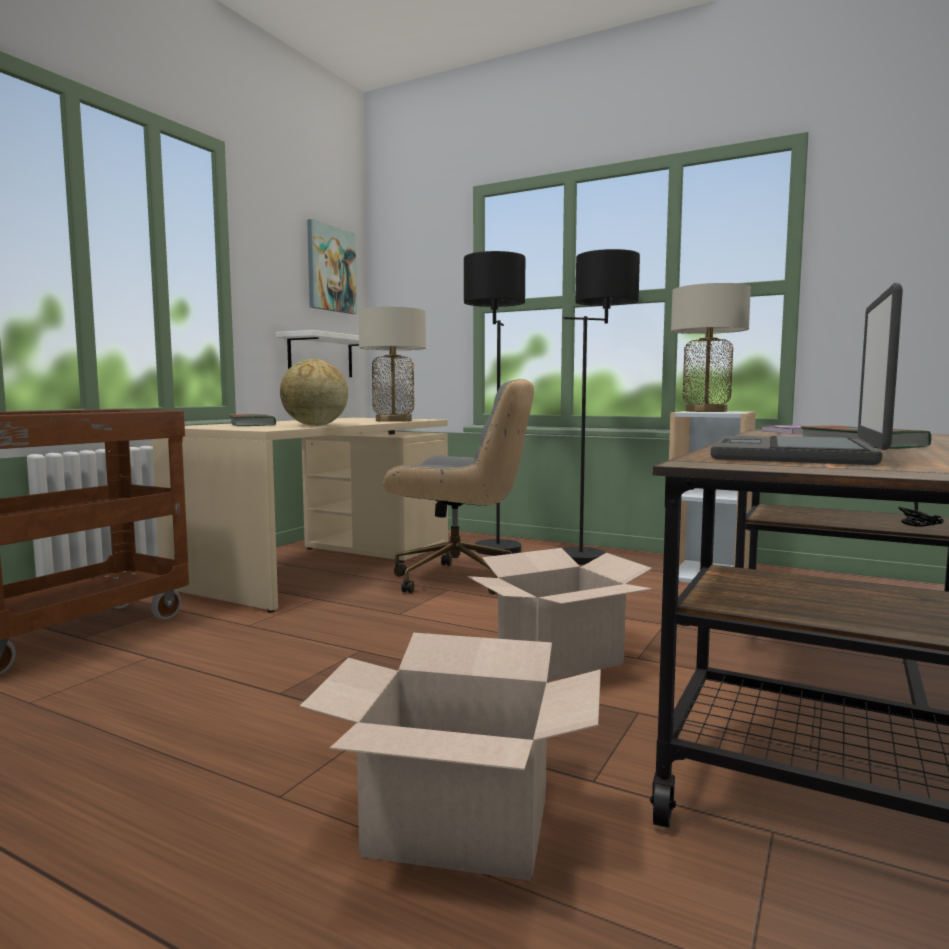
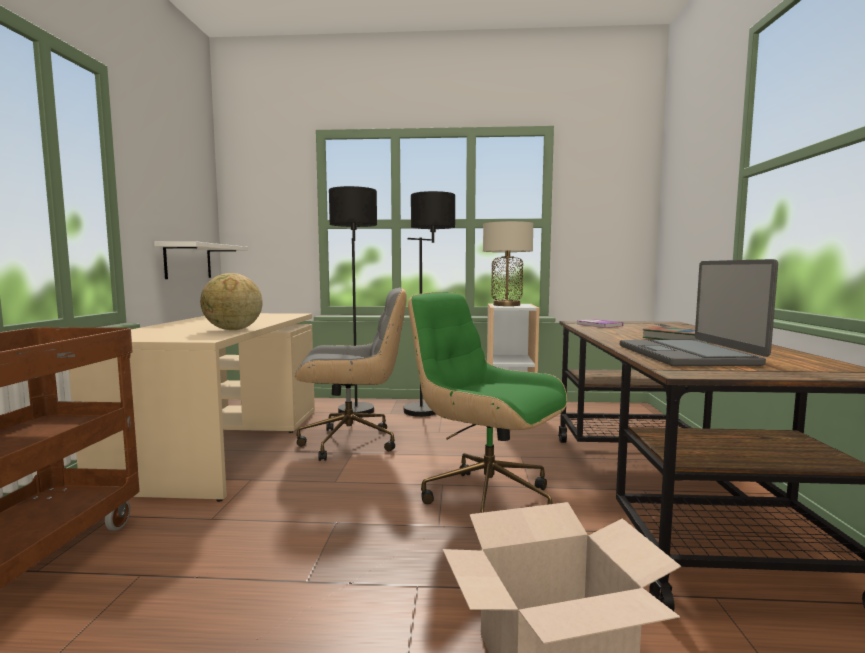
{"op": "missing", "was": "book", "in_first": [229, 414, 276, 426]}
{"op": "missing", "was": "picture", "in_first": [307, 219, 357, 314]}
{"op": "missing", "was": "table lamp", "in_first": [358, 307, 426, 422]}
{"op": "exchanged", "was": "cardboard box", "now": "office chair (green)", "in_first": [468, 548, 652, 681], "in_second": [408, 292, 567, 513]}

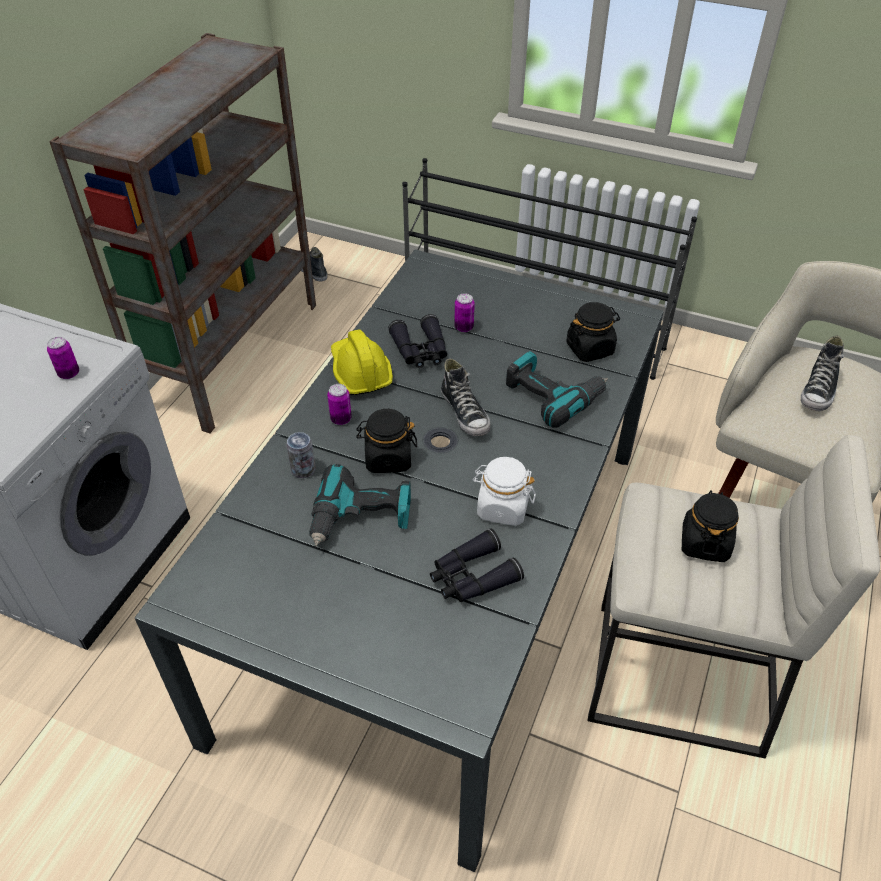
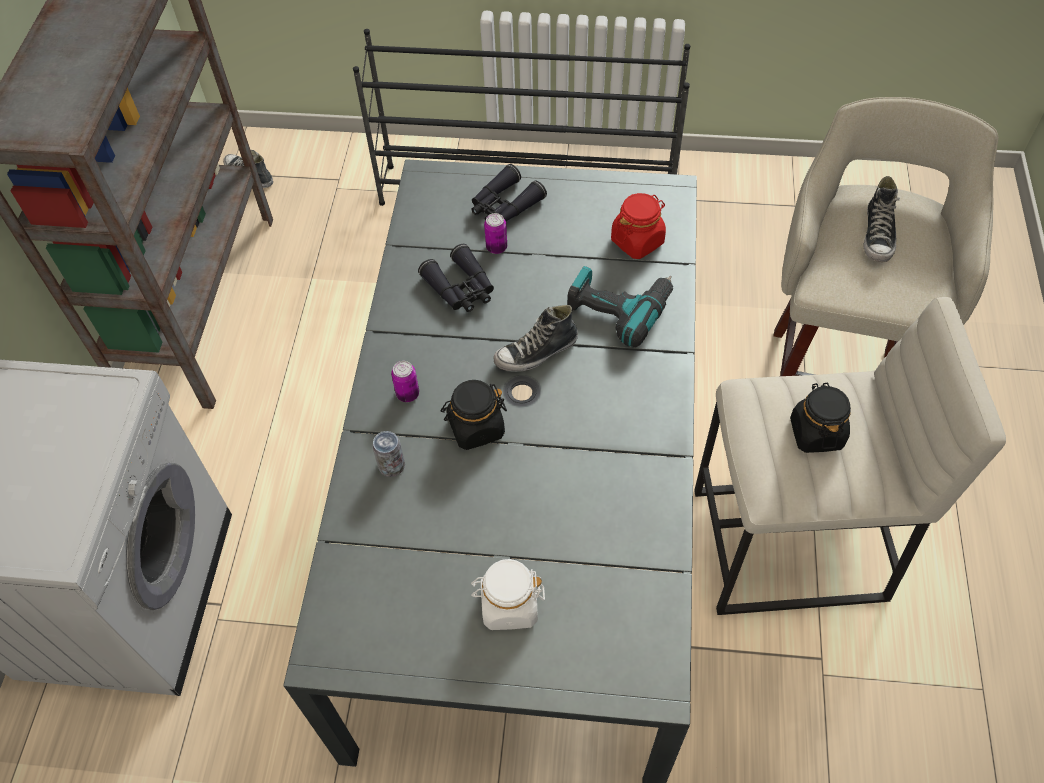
{"op": "missing", "was": "can", "in_first": [47, 337, 79, 379]}
{"op": "missing", "was": "power drill", "in_first": [309, 464, 411, 547]}
{"op": "missing", "was": "hard hat (yellow)", "in_first": [331, 329, 393, 395]}
{"op": "relocated", "was": "binoculars (black)", "in_first": [430, 528, 524, 602], "in_second": [471, 164, 547, 221]}
{"op": "relocated", "was": "jar (white)", "in_first": [472, 457, 536, 526], "in_second": [471, 559, 545, 630]}
{"op": "colour", "was": "jar (black)", "now": "jar (red)", "in_first": [566, 302, 620, 362], "in_second": [611, 193, 666, 259]}
{"op": "spun", "was": "shoe", "in_first": [441, 358, 490, 436], "in_second": [493, 305, 578, 372], "clockwise": 105}

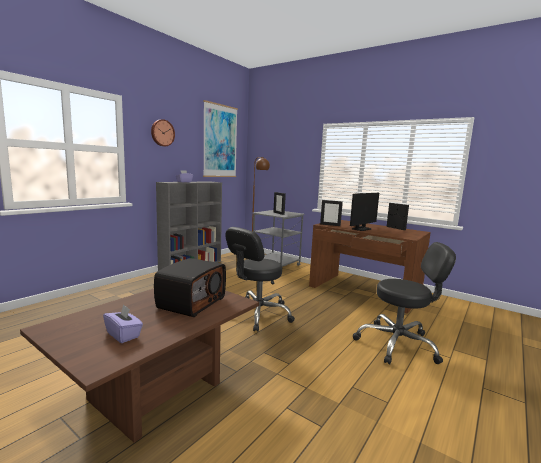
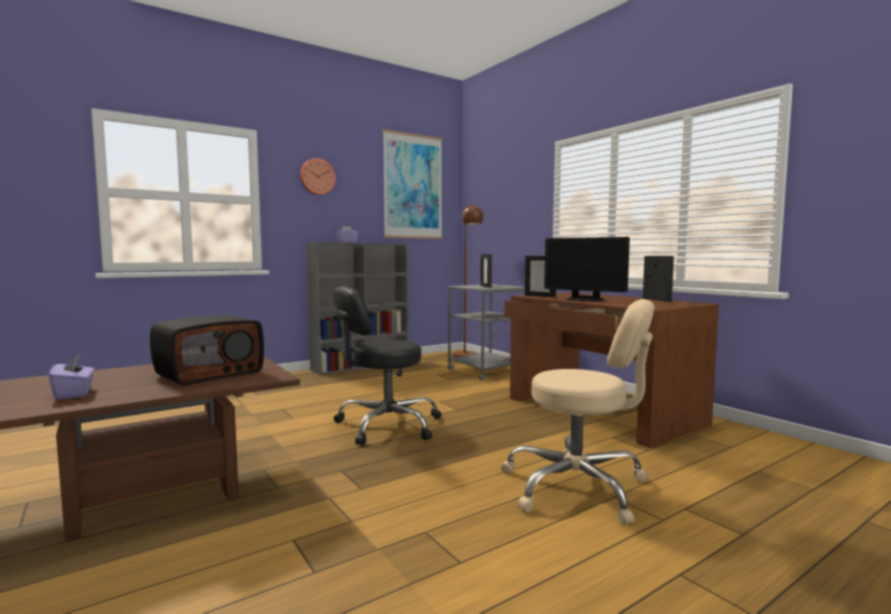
{"op": "colour", "was": "office chair (black)", "now": "office chair (beige)", "in_first": [353, 242, 456, 365], "in_second": [501, 299, 655, 525]}
{"op": "spun", "was": "monitor", "in_first": [350, 193, 379, 231], "in_second": [544, 237, 630, 302], "clockwise": 60}

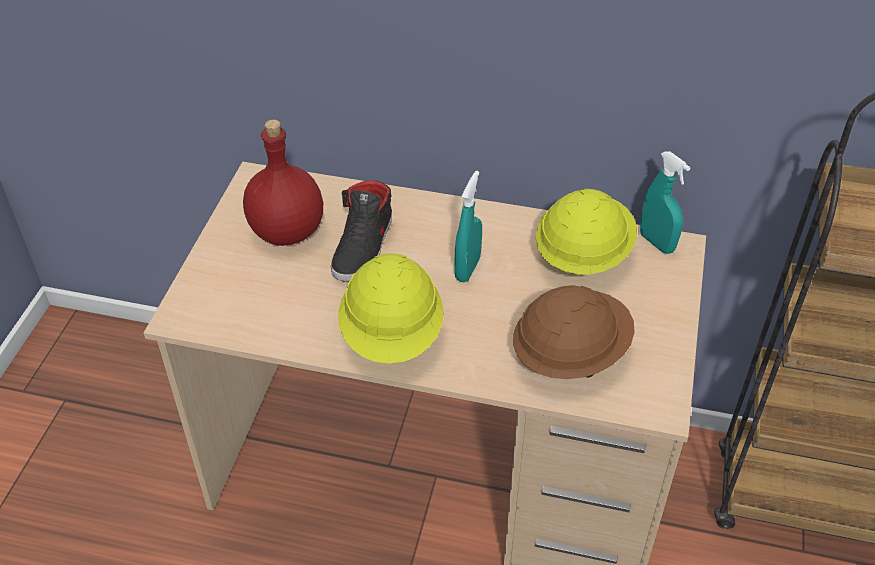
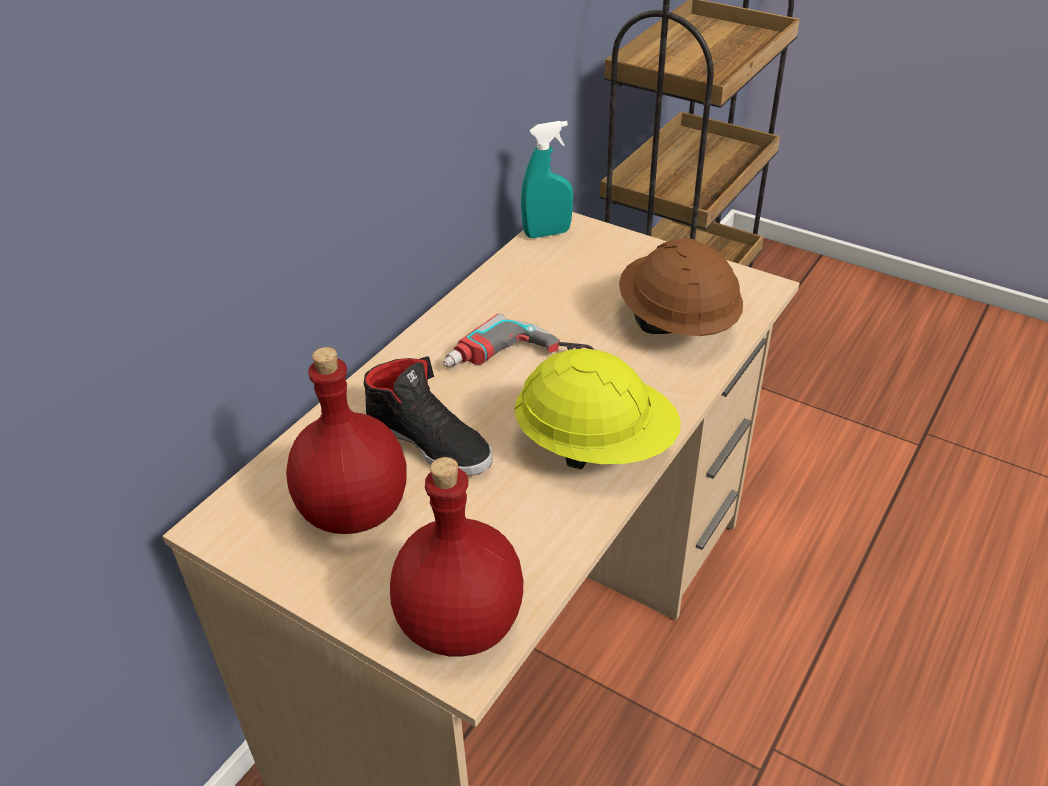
{"op": "missing", "was": "hard hat (yellow)", "in_first": [536, 189, 637, 274]}
{"op": "appeared", "now": "bottle (red)", "in_second": [390, 457, 523, 657]}
{"op": "exchanged", "was": "spray bottle (turquoise)", "now": "power drill", "in_first": [454, 171, 482, 282], "in_second": [443, 313, 595, 367]}

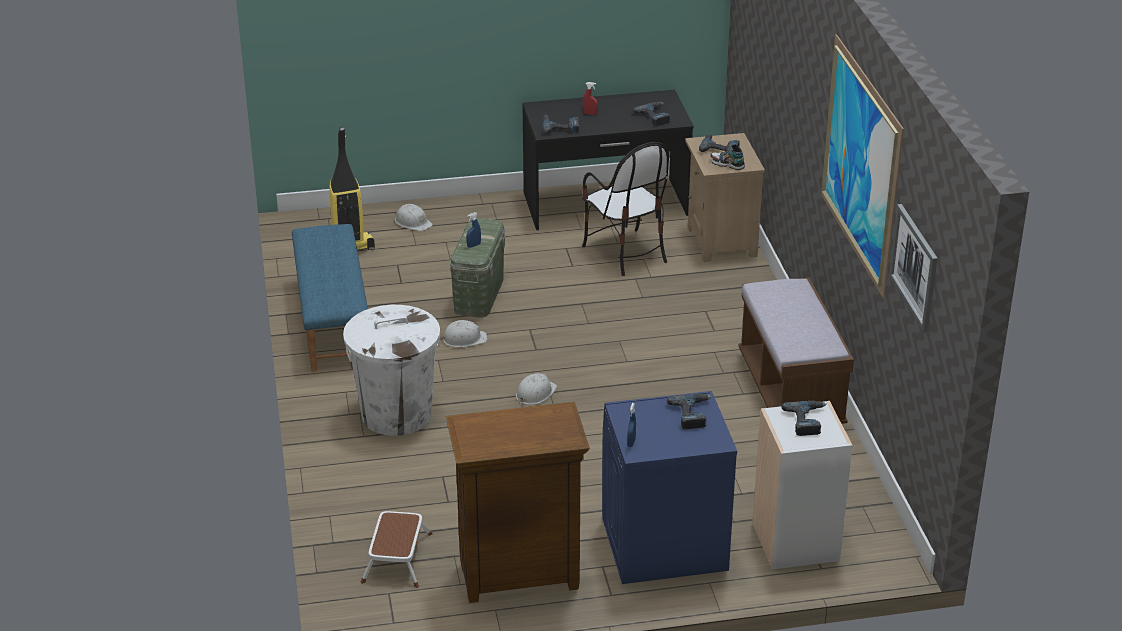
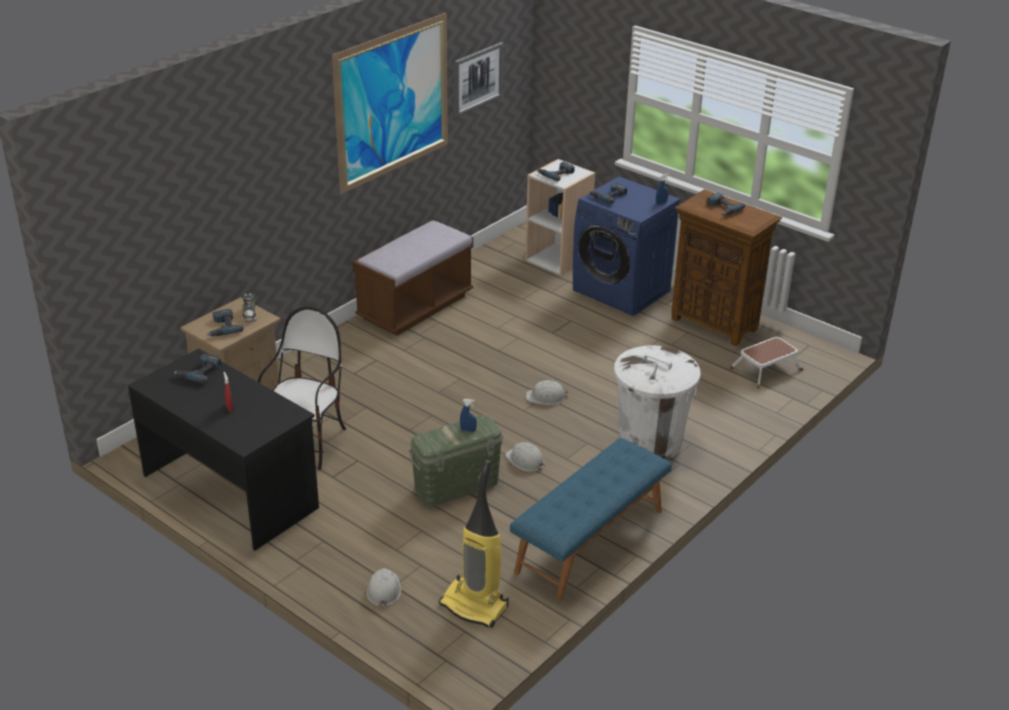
{"op": "relocated", "was": "power drill", "in_first": [542, 115, 579, 134], "in_second": [707, 193, 745, 216]}

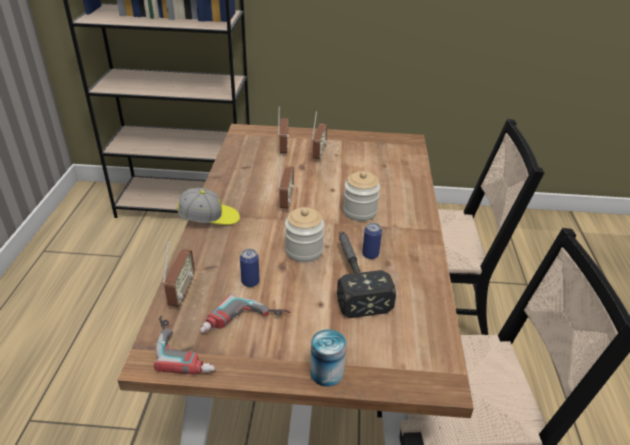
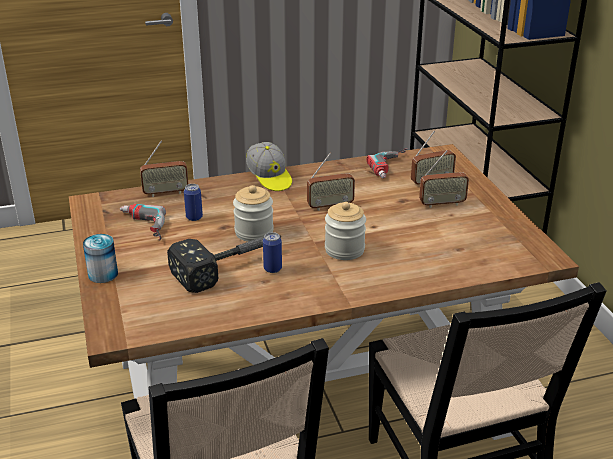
{"op": "relocated", "was": "power drill", "in_first": [154, 315, 216, 375], "in_second": [366, 148, 408, 178]}

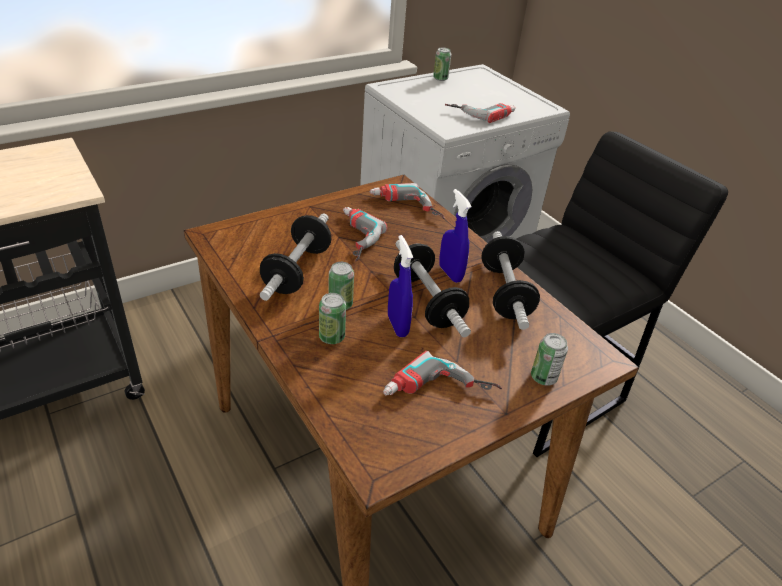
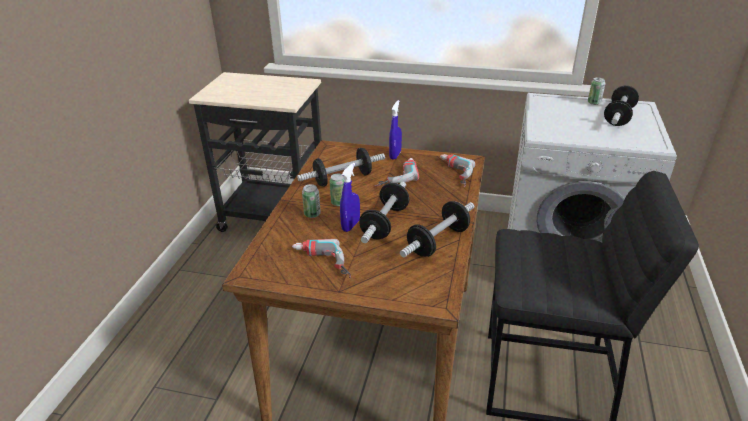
{"op": "missing", "was": "power drill", "in_first": [445, 103, 516, 123]}
{"op": "missing", "was": "can", "in_first": [531, 333, 568, 386]}
{"op": "appeared", "now": "dumbbell", "in_second": [604, 86, 639, 126]}
{"op": "relocated", "was": "spray bottle (blue)", "in_first": [439, 189, 472, 283], "in_second": [389, 100, 402, 160]}

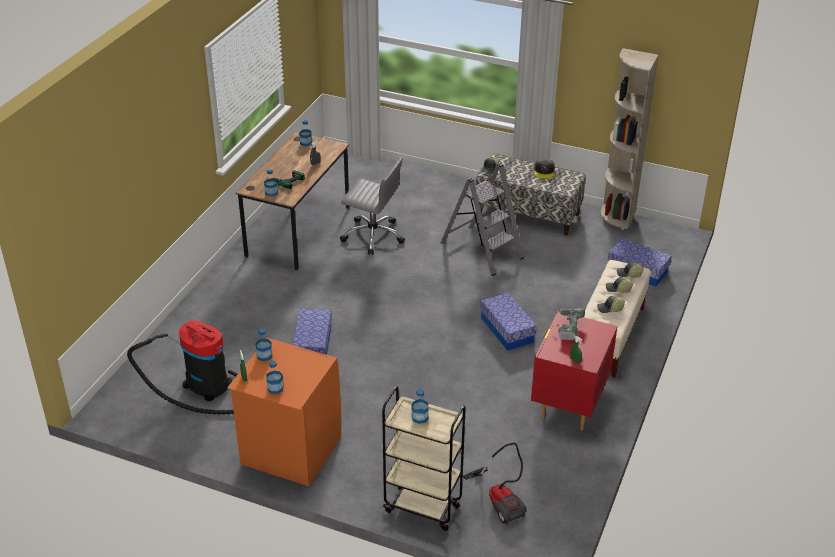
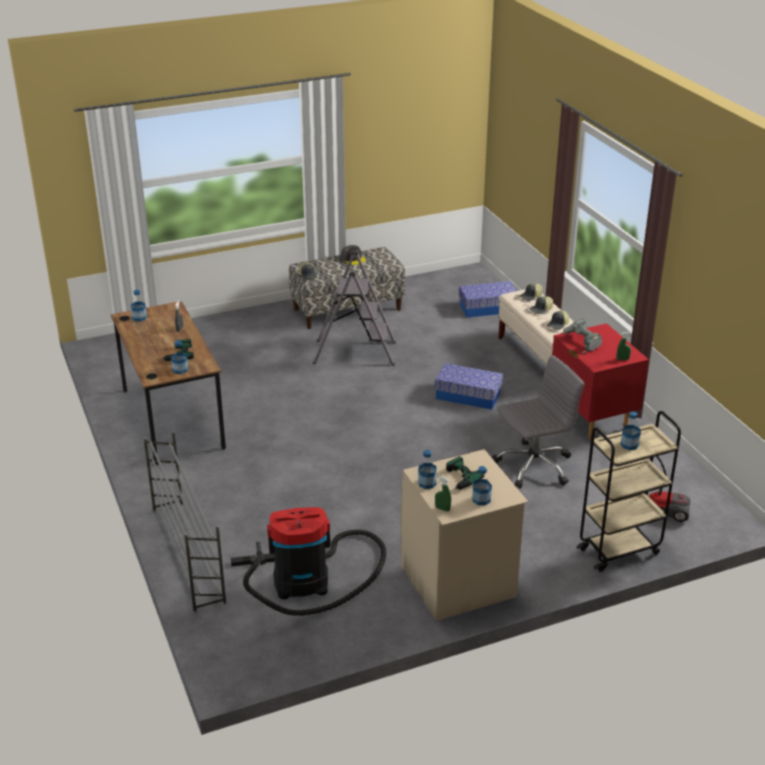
{"op": "missing", "was": "storage box", "in_first": [293, 308, 332, 355]}
{"op": "missing", "was": "bookcase (beige)", "in_first": [601, 48, 658, 230]}
{"op": "appeared", "now": "shoe rack (grey)", "in_second": [144, 431, 227, 613]}
{"op": "appeared", "now": "power drill", "in_second": [446, 456, 484, 491]}
{"op": "relocated", "was": "office chair (grey)", "in_first": [340, 157, 405, 255], "in_second": [492, 355, 584, 488]}
{"op": "colour", "was": "washing machine (orange)", "now": "washing machine (beige)", "in_first": [227, 338, 341, 486], "in_second": [401, 449, 528, 621]}

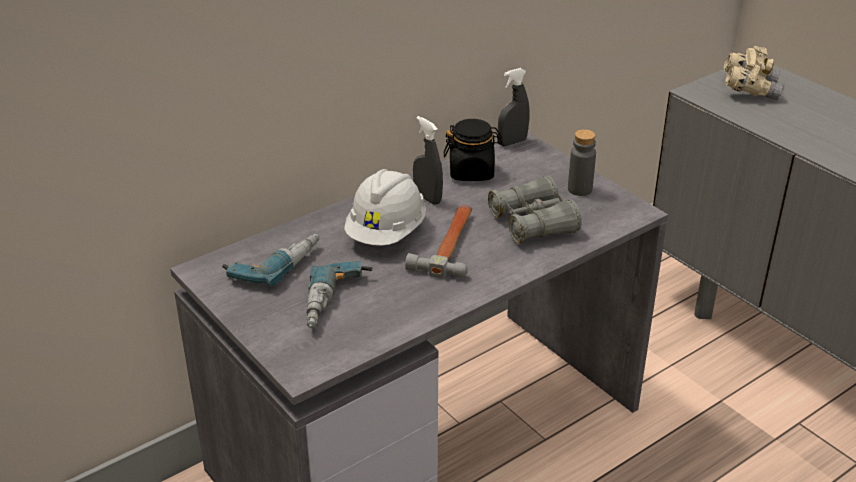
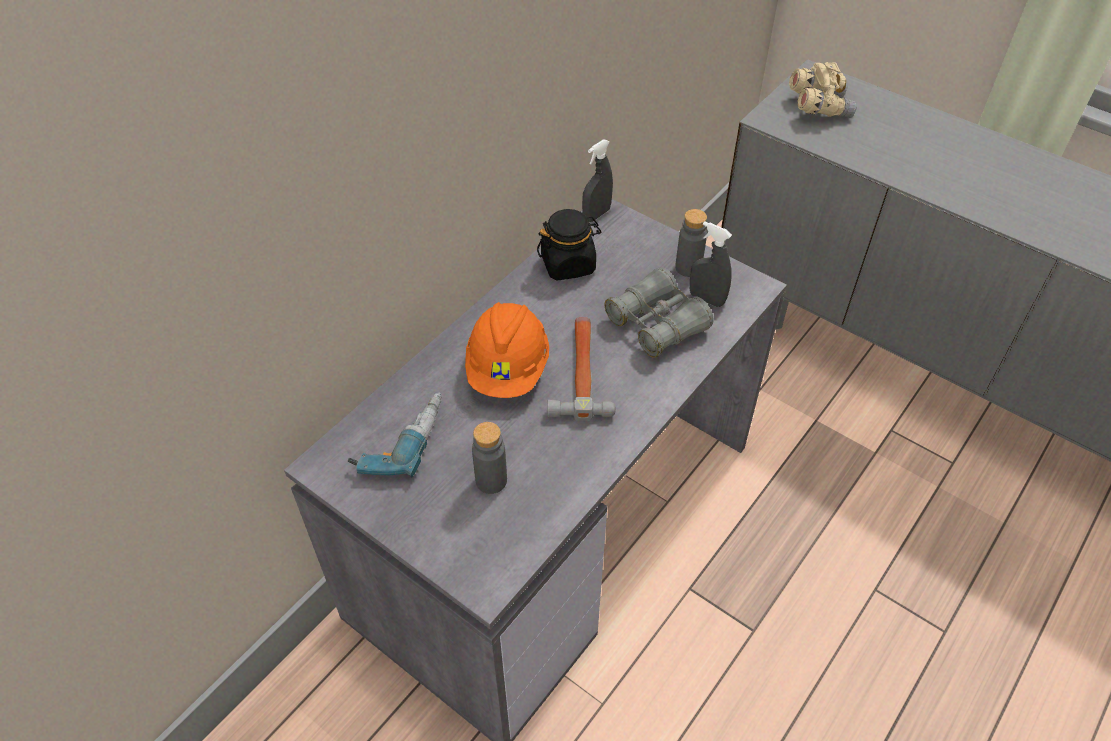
{"op": "relocated", "was": "spray bottle (grey)", "in_first": [413, 116, 443, 205], "in_second": [690, 221, 732, 307]}
{"op": "exchanged", "was": "power drill", "now": "bottle (grey)", "in_first": [306, 261, 372, 328], "in_second": [472, 422, 507, 494]}
{"op": "colour", "was": "hard hat (white)", "now": "hard hat (orange)", "in_first": [344, 169, 426, 246], "in_second": [465, 302, 549, 398]}

